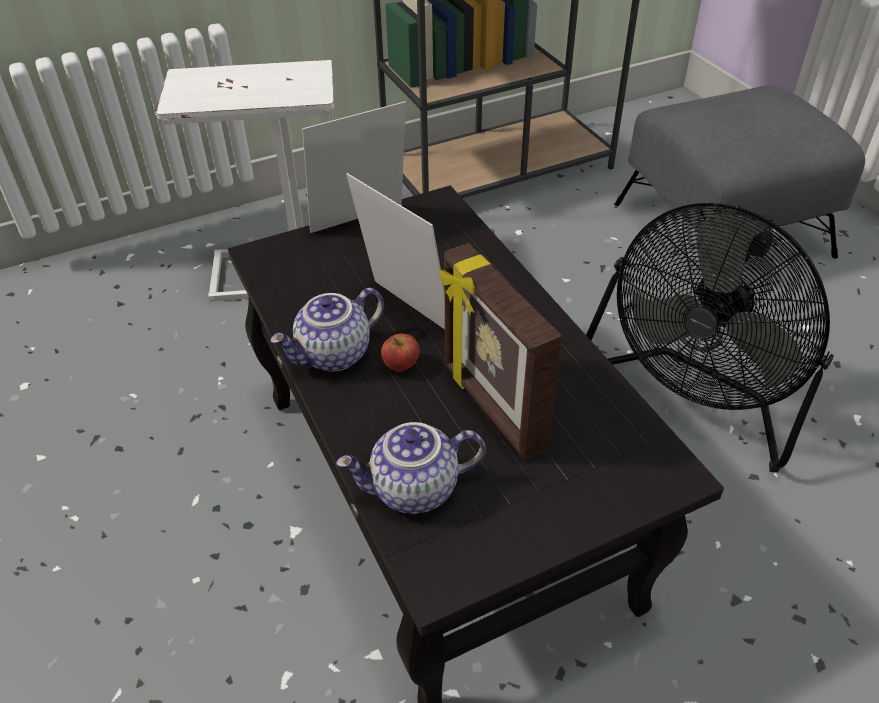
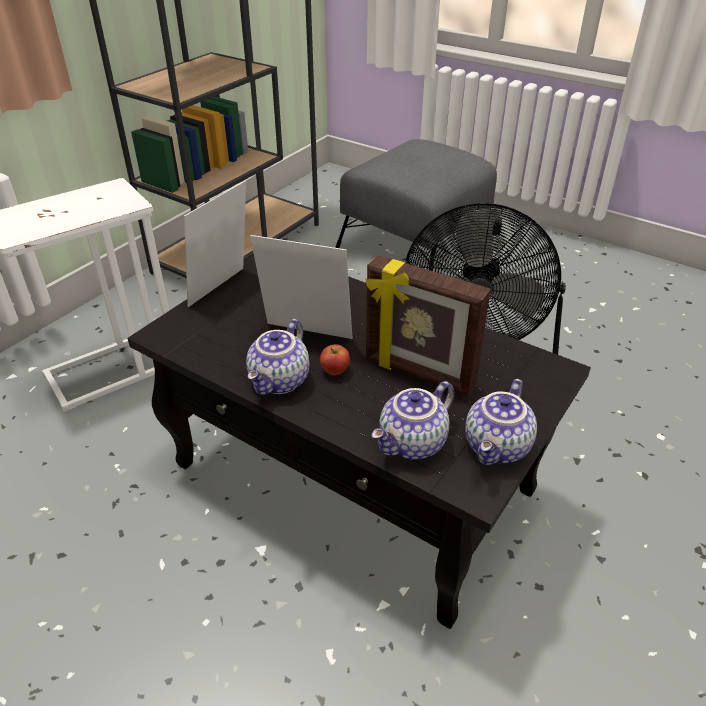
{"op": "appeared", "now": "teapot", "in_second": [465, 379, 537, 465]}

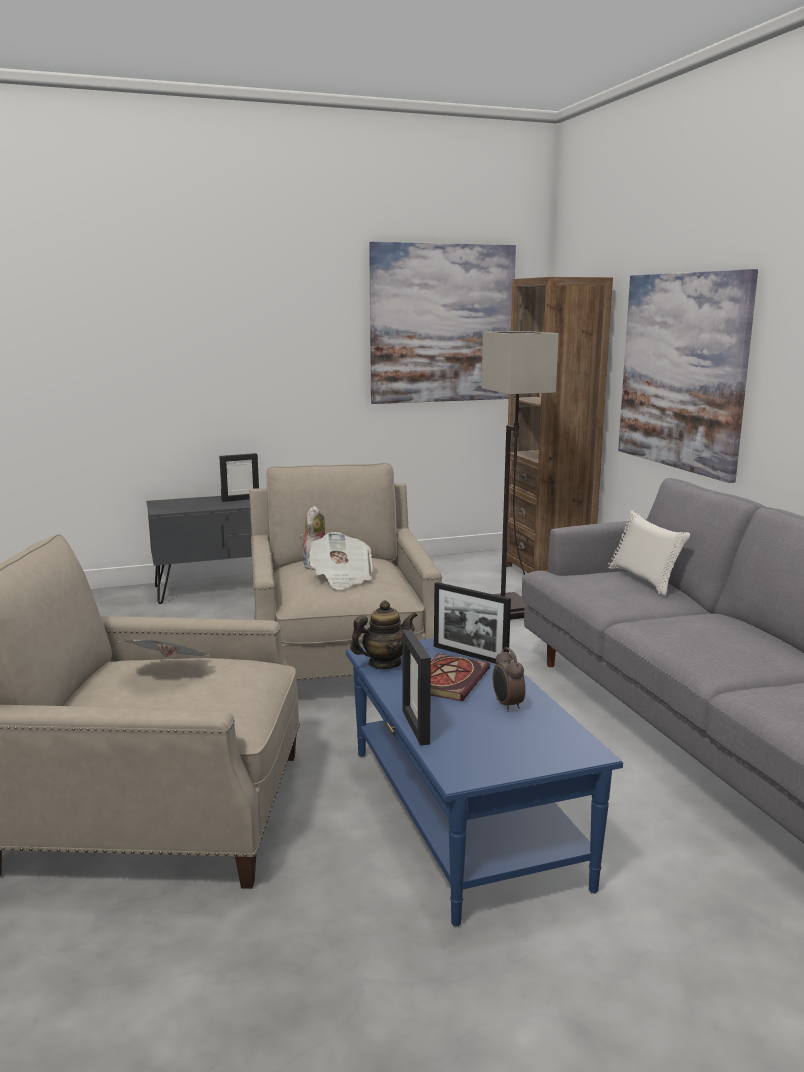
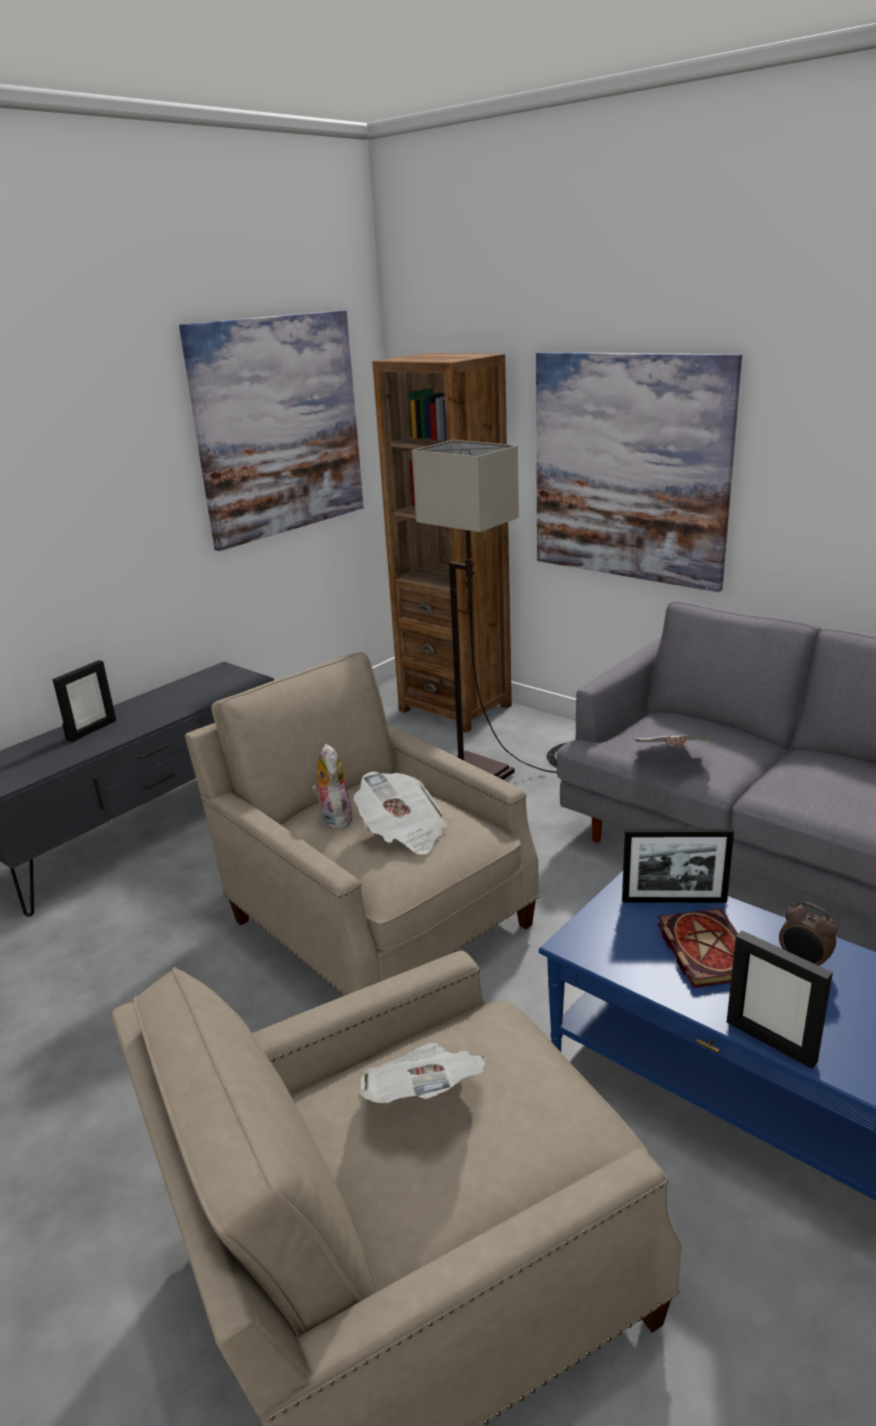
{"op": "missing", "was": "teapot", "in_first": [350, 600, 418, 669]}
{"op": "missing", "was": "pillow (white)", "in_first": [608, 510, 690, 596]}
{"op": "appeared", "now": "newspaper", "in_second": [634, 735, 713, 747]}

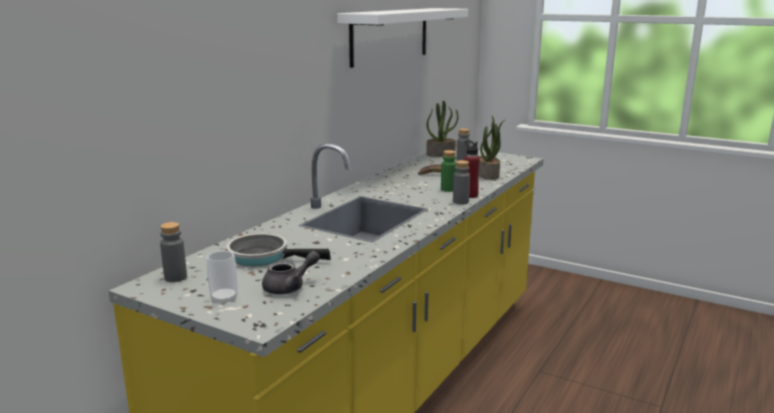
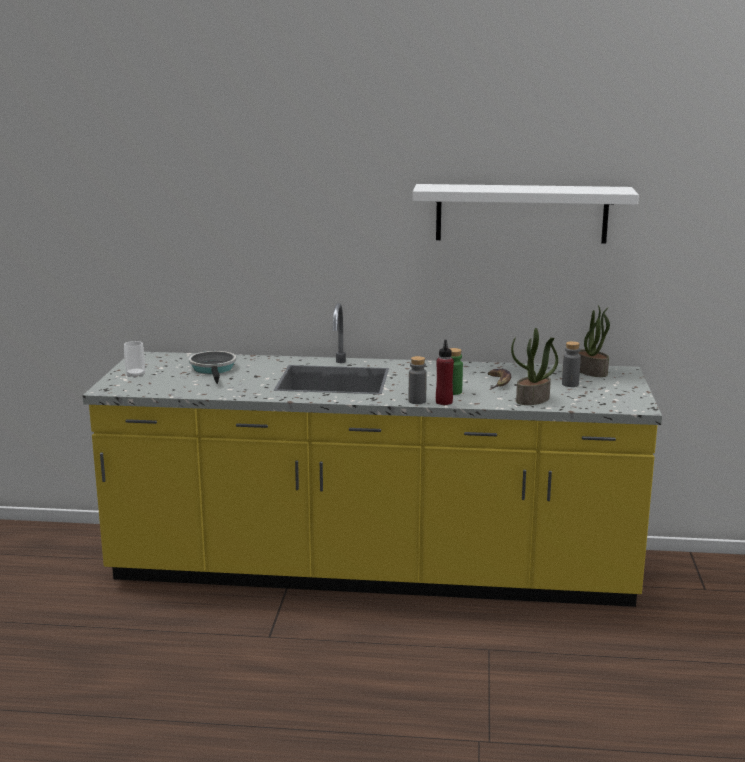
{"op": "missing", "was": "bottle (grey)", "in_first": [160, 222, 187, 282]}
{"op": "missing", "was": "teapot (grey)", "in_first": [262, 251, 320, 294]}

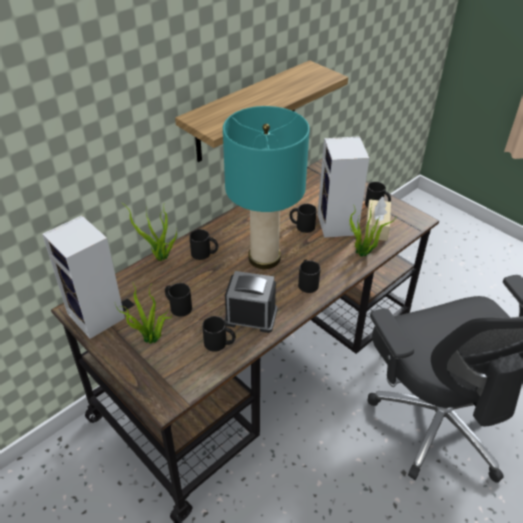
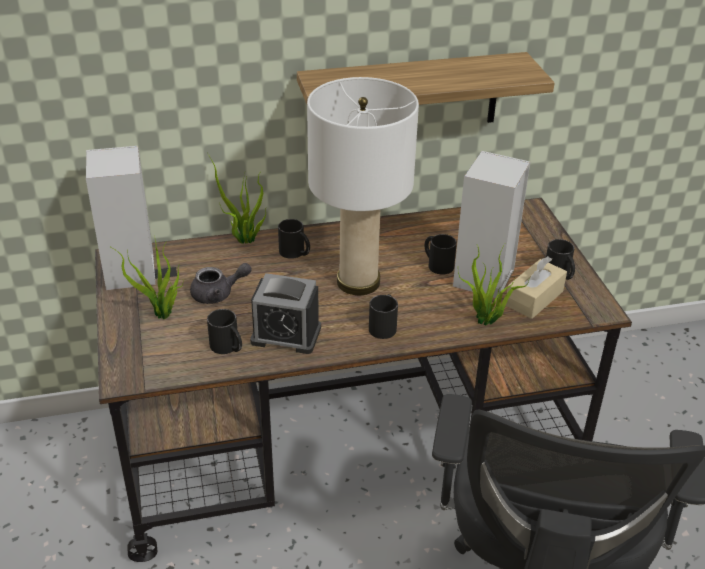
{"op": "exchanged", "was": "mug (black)", "now": "teapot (grey)", "in_first": [165, 283, 192, 317], "in_second": [190, 263, 252, 304]}
{"op": "colour", "was": "table lamp (turquoise)", "now": "table lamp (white)", "in_first": [223, 106, 310, 269], "in_second": [307, 77, 419, 295]}
{"op": "spun", "was": "alarm clock", "in_first": [224, 271, 278, 333], "in_second": [250, 273, 321, 354], "clockwise": 150}

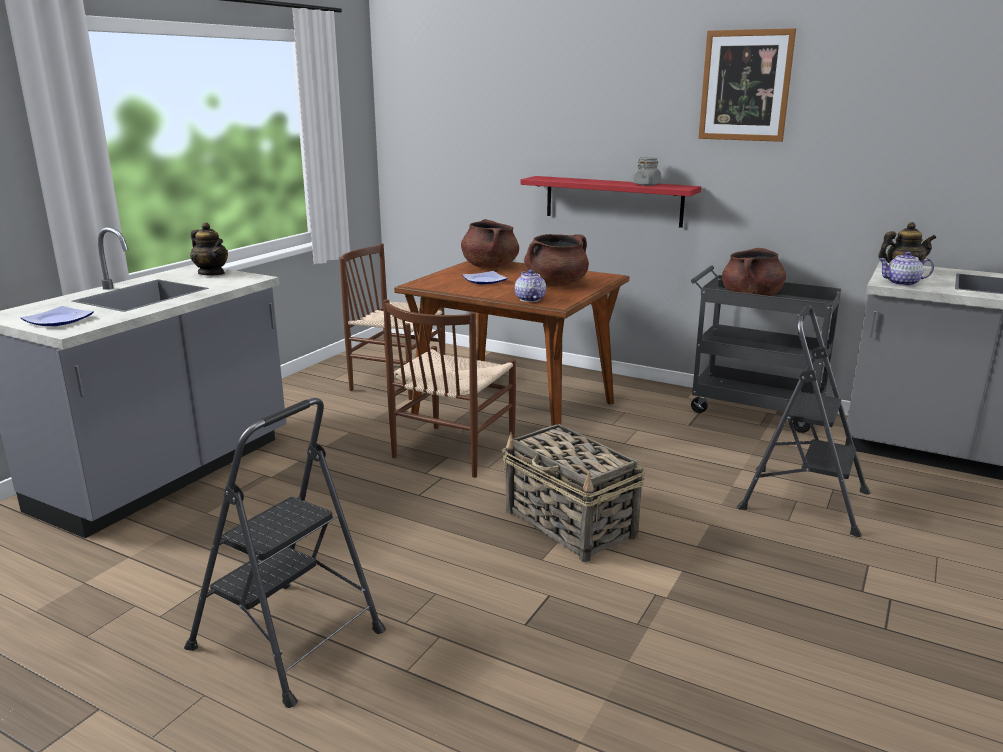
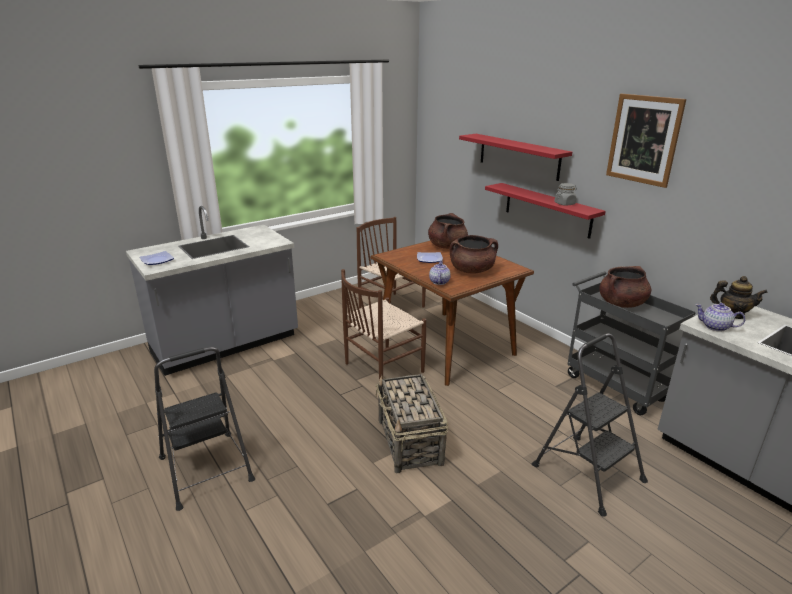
{"op": "missing", "was": "teapot", "in_first": [190, 222, 228, 275]}
{"op": "appeared", "now": "shelf (red)", "in_second": [459, 134, 572, 181]}

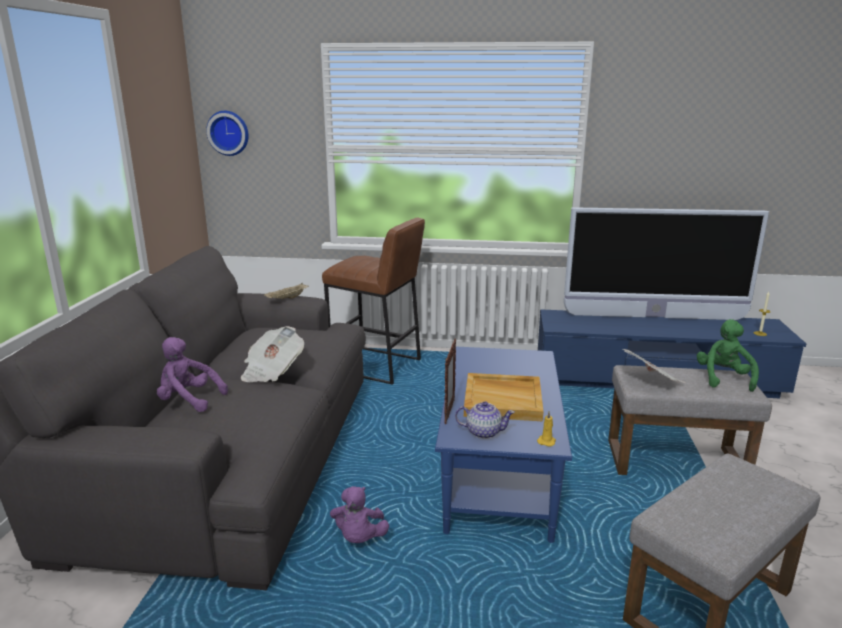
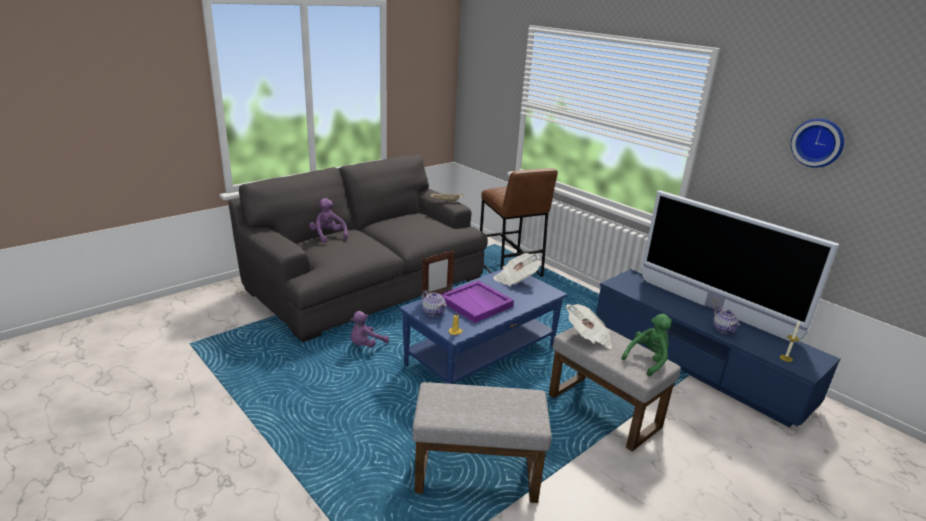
{"op": "appeared", "now": "teapot", "in_second": [713, 307, 740, 334]}
{"op": "relocated", "was": "wall clock", "in_first": [206, 111, 249, 156], "in_second": [791, 118, 844, 168]}
{"op": "relocated", "was": "newspaper", "in_first": [241, 326, 304, 382], "in_second": [493, 253, 540, 286]}
{"op": "colour", "was": "tray (beige)", "now": "tray (purple)", "in_first": [464, 373, 543, 421], "in_second": [440, 281, 514, 323]}

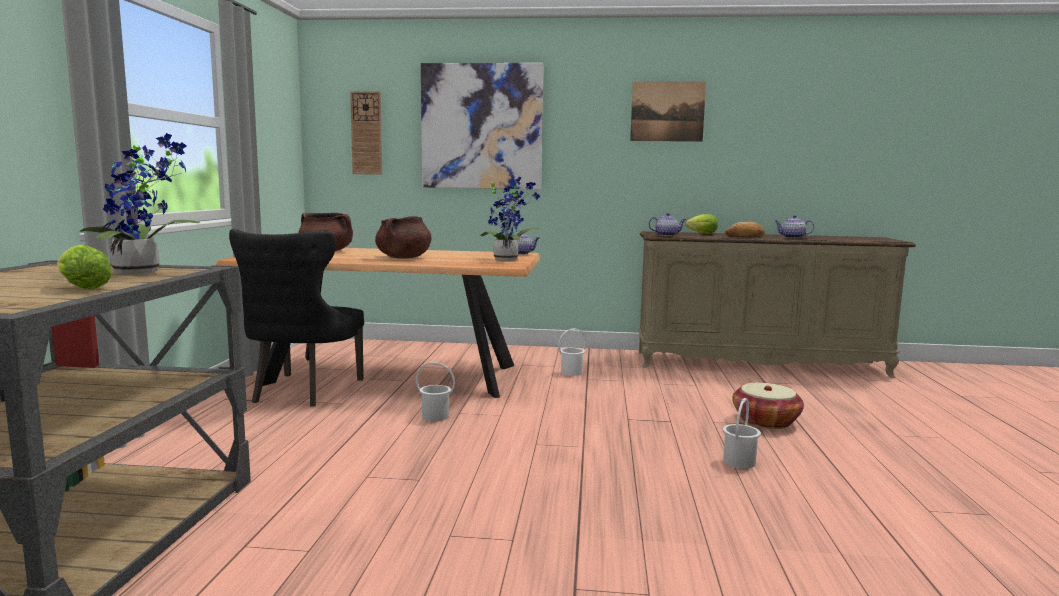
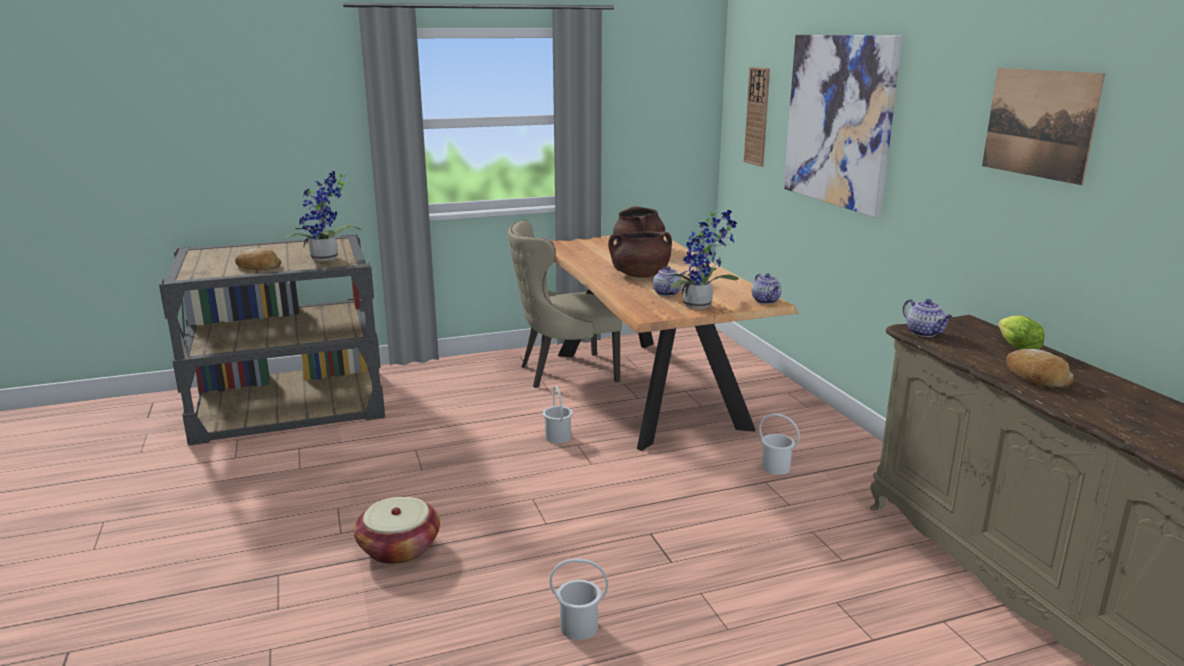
{"op": "relocated", "was": "basket", "in_first": [732, 383, 804, 429], "in_second": [354, 497, 440, 564]}
{"op": "relocated", "was": "teapot", "in_first": [775, 215, 815, 238], "in_second": [653, 266, 681, 296]}
{"op": "exchanged", "was": "lettuce", "now": "bread", "in_first": [57, 245, 112, 290], "in_second": [235, 249, 281, 270]}
{"op": "colour", "was": "chair (black)", "now": "chair (beige)", "in_first": [229, 229, 364, 407], "in_second": [508, 220, 622, 388]}

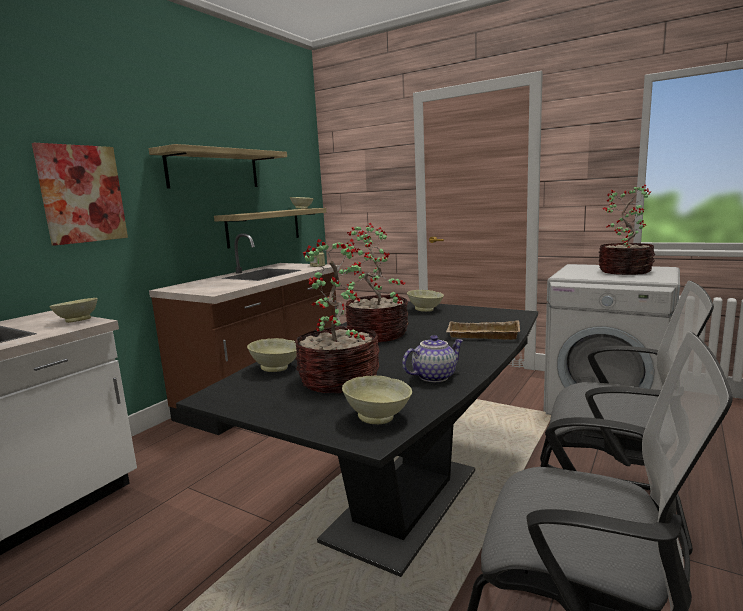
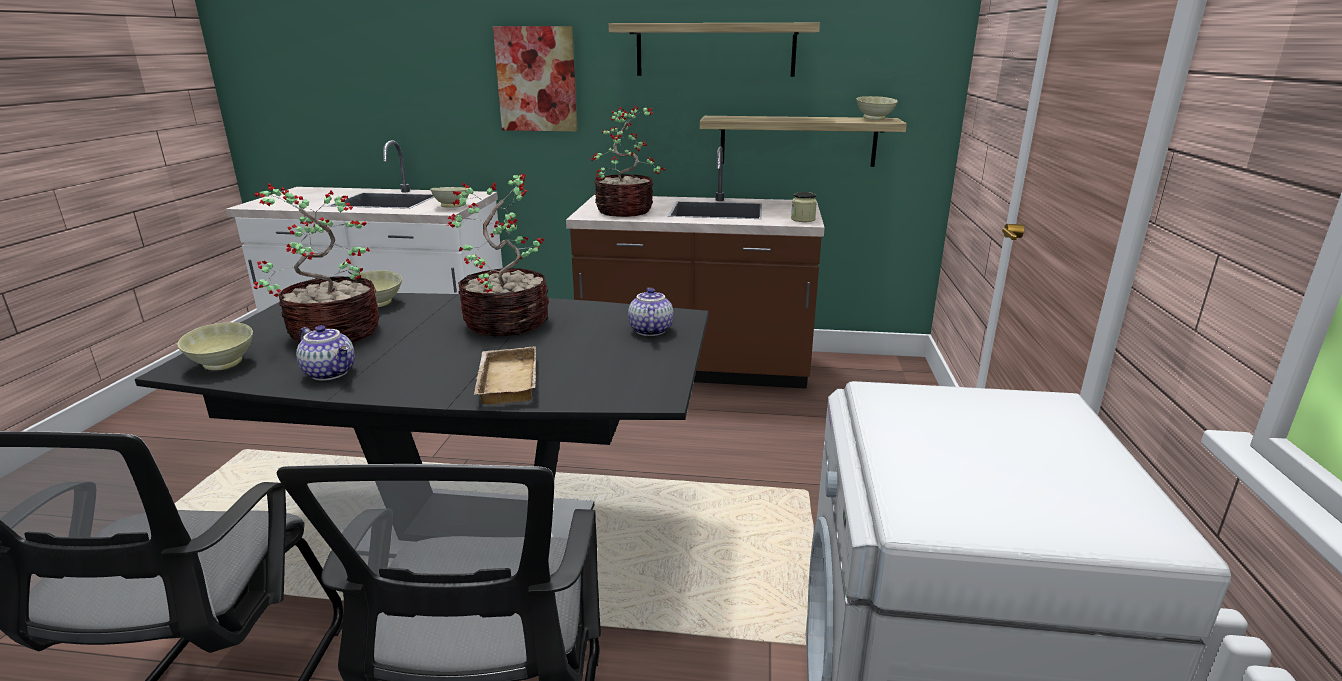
{"op": "relocated", "was": "potted plant", "in_first": [598, 184, 655, 275], "in_second": [590, 105, 665, 217]}
{"op": "exchanged", "was": "bowl (beige)", "now": "teapot", "in_first": [407, 290, 444, 312], "in_second": [628, 288, 674, 336]}

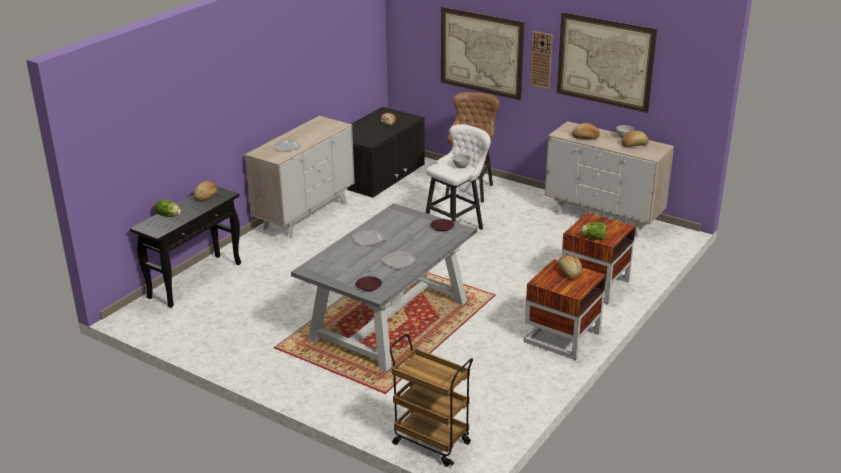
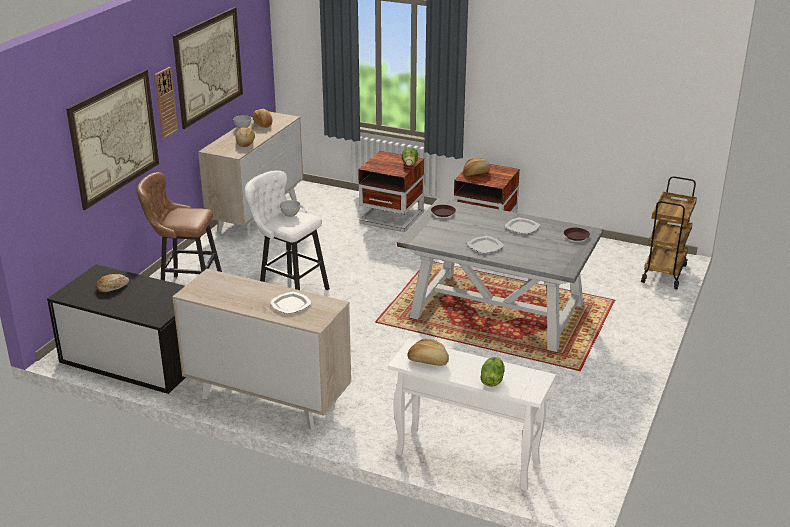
{"op": "colour", "was": "console table (black)", "now": "console table (white)", "in_first": [130, 186, 241, 308], "in_second": [388, 339, 556, 492]}

